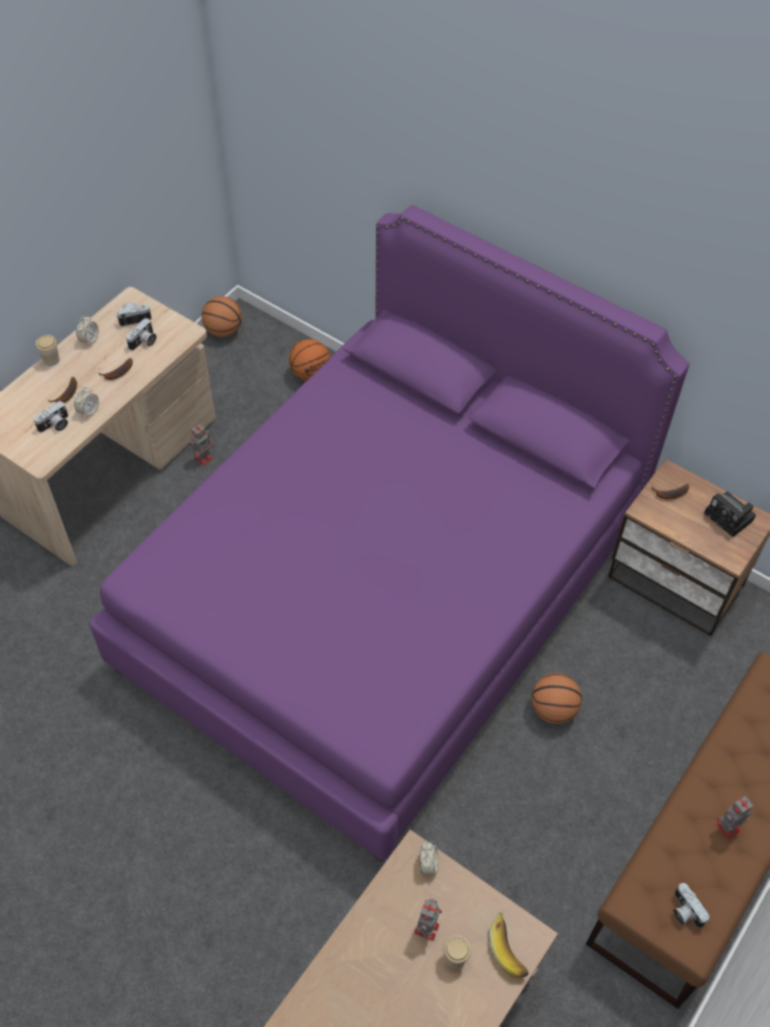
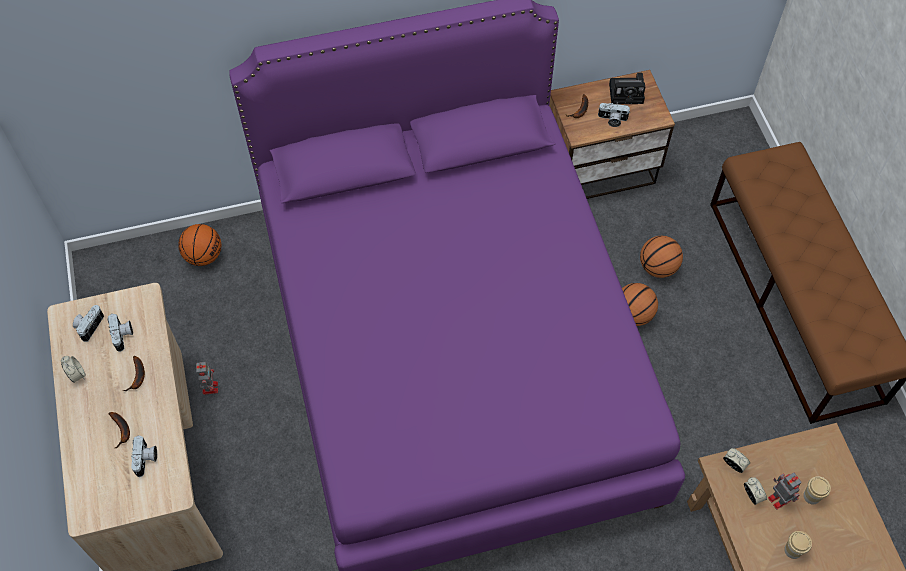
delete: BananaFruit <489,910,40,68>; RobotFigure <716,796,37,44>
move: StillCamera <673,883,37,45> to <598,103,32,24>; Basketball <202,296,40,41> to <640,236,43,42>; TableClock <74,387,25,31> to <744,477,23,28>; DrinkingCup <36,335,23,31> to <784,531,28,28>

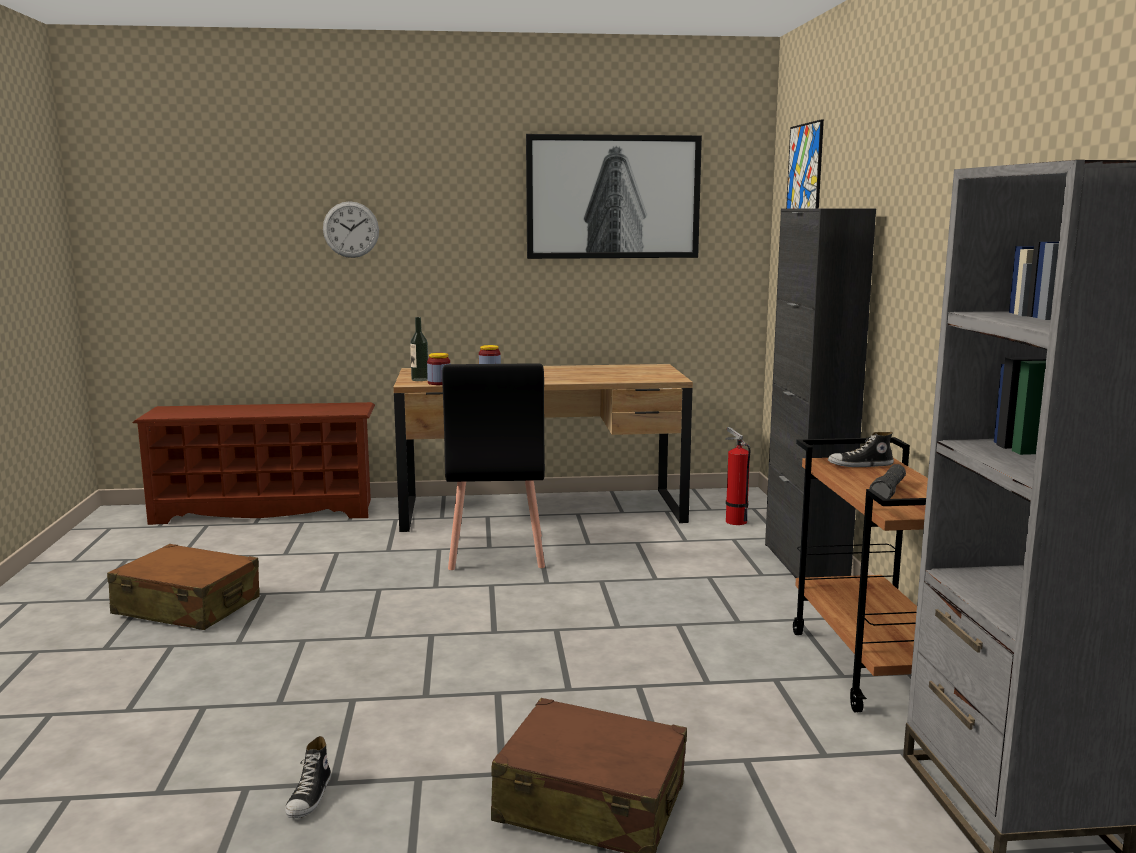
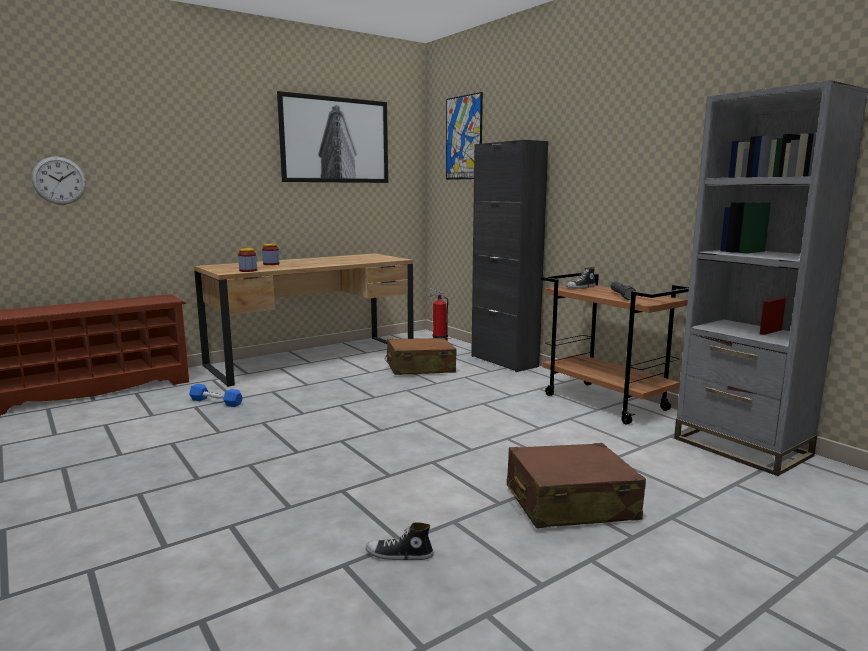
delete: Bottle <410,317,18,64>; BlackColouredPlainChair <442,363,103,207>
insert: BlueColouredDumbbell <189,384,54,23>
move: ClockOnTheWall <323,201,56,57> to <31,156,55,49>; BrownColouredTravelCase <107,544,153,86> to <384,338,73,37>
rotate: Shoe <285,736,46,82> = <366,522,68,38> 120 degrees clockwise

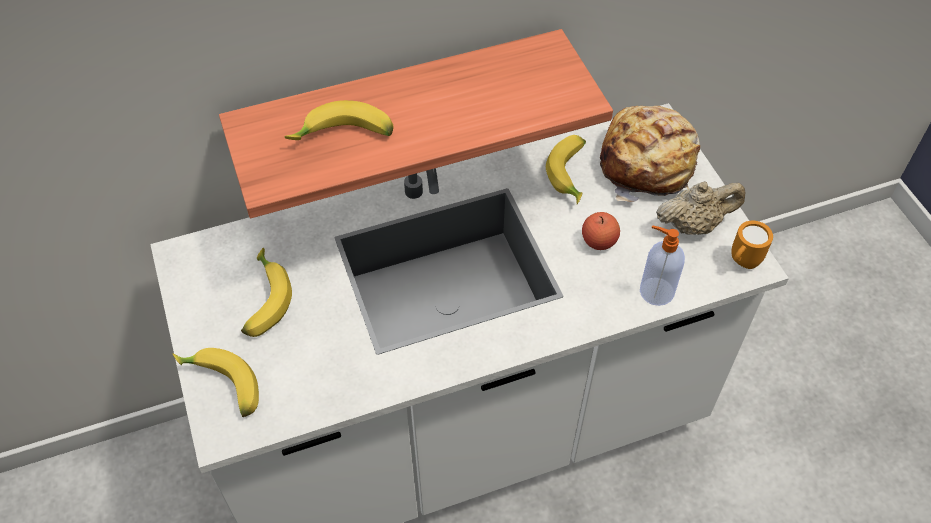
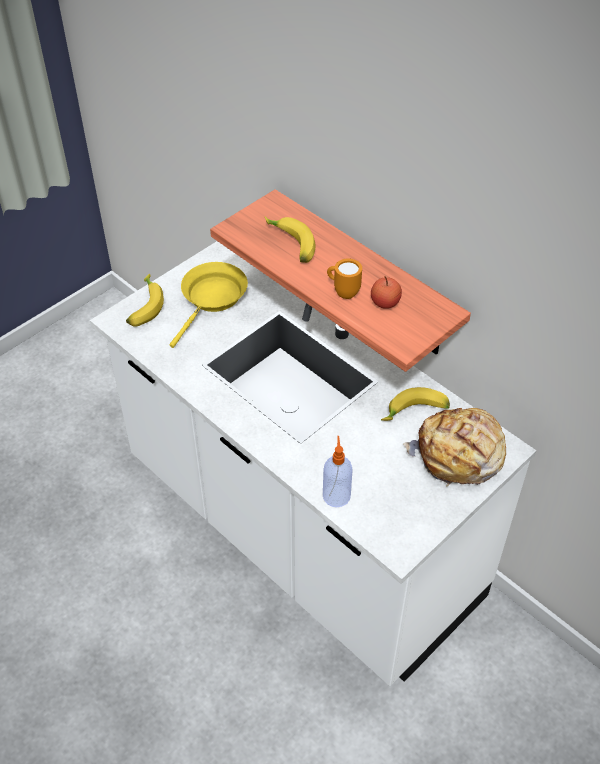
delete: BeigeColouredTeapot <656,181,89,54>
move: OrangeColouredTeaMug <731,221,42,48> to <327,259,35,40>; WholeApple <582,212,38,38> to <371,276,31,33>
replace: BananaFruit <241,248,51,89> to YellowishPan <169,262,79,86>

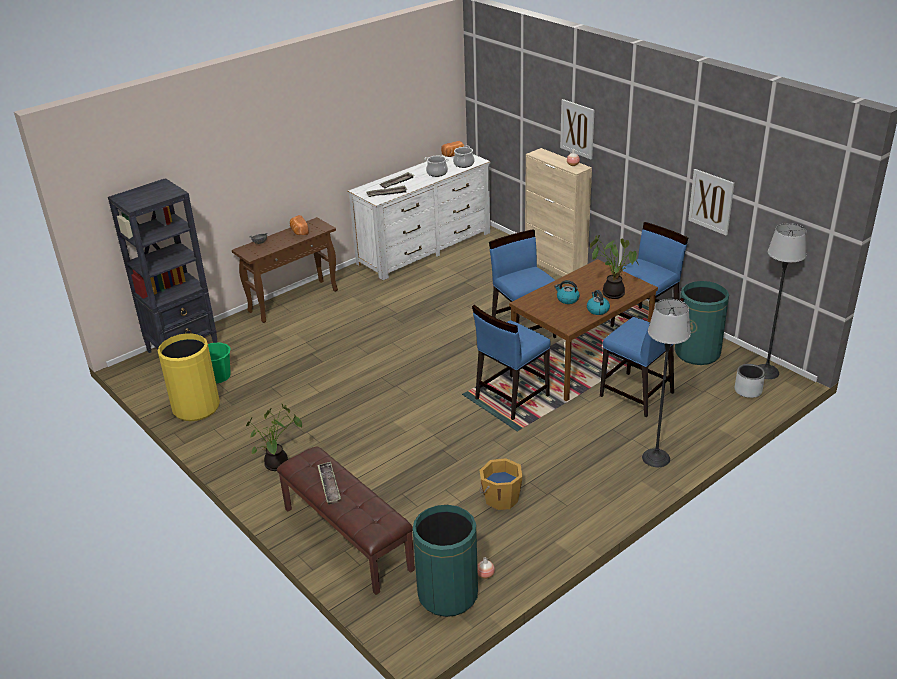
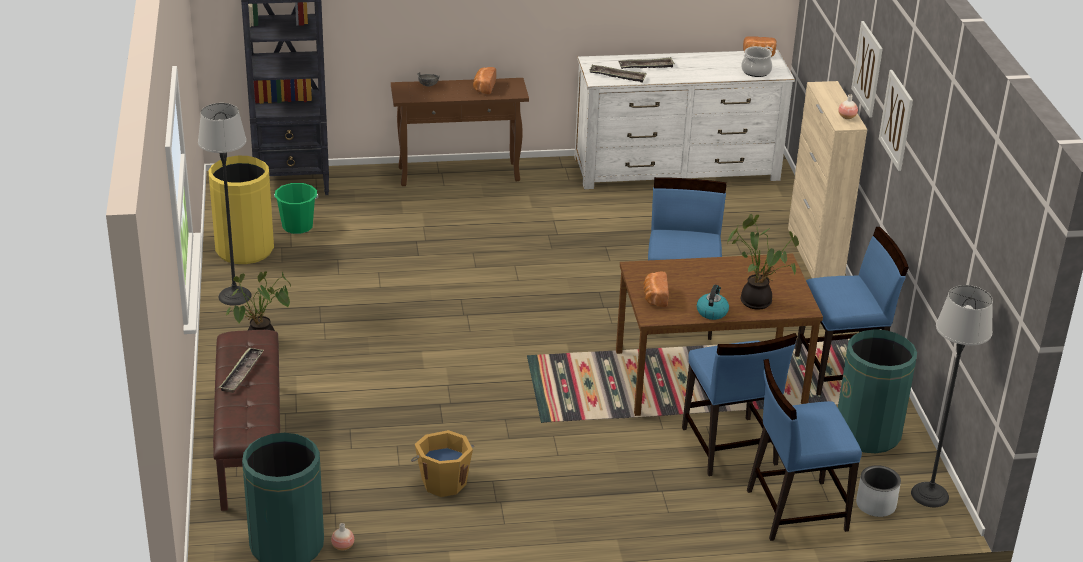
delete: Saucepot <424,156,25,21>; TeaKettle <554,280,26,24>
insert: Bread <644,271,25,36>
move: StandardLamp <642,299,49,168> to <198,103,54,203>; BlueColouredPlainChair <472,305,79,115> to <747,359,115,182>; Picture <688,169,46,67> to <879,70,34,101>

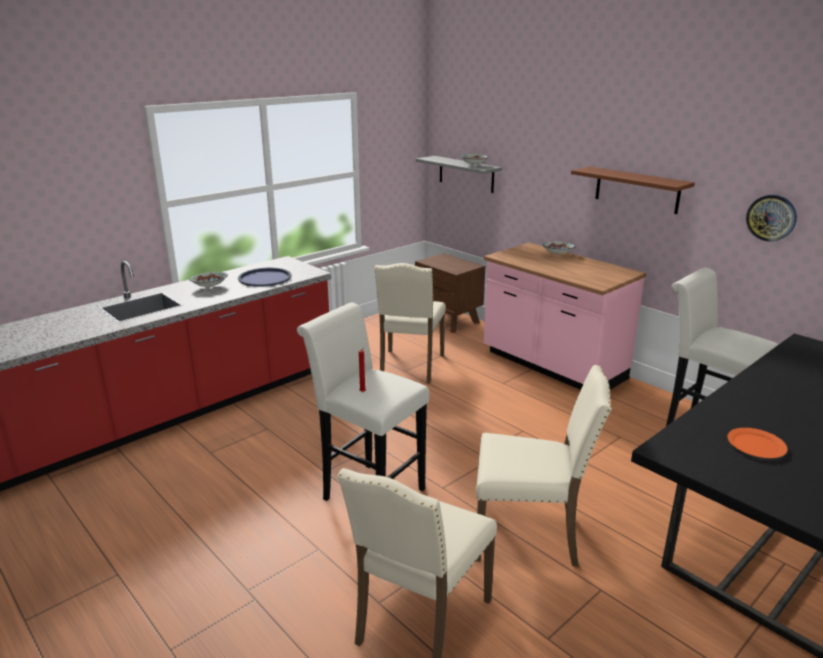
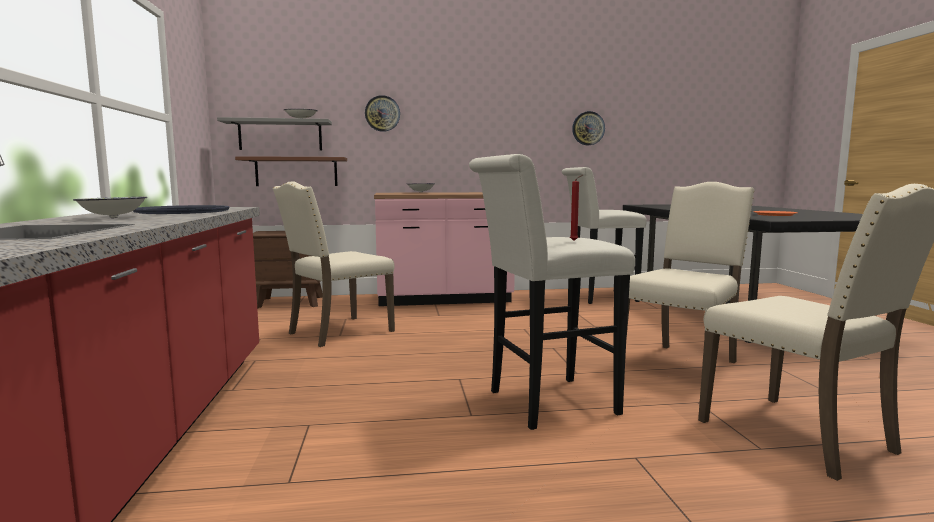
insert: ClockOnTheWall <365,95,35,37>
move: BrownColouredWallShelf <571,167,124,47> to <235,156,112,30>
rotate: BeigeColouredPlainChair <375,263,71,121> = <272,181,123,166> 90 degrees clockwise

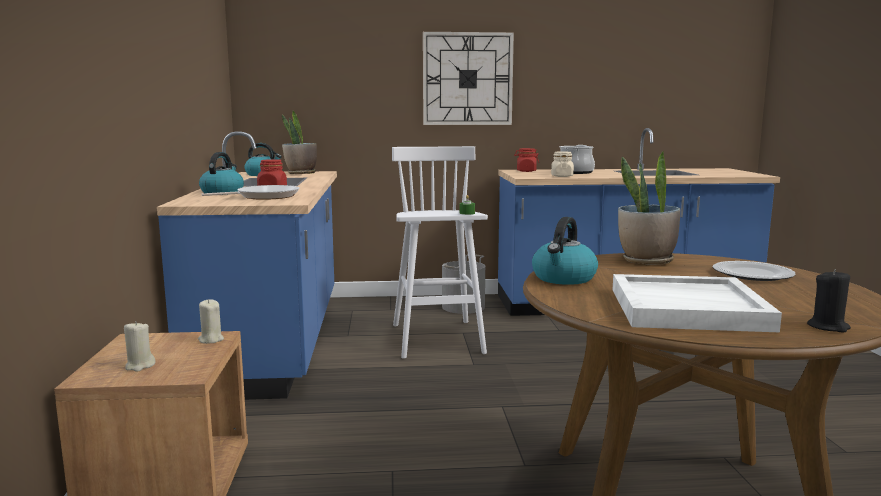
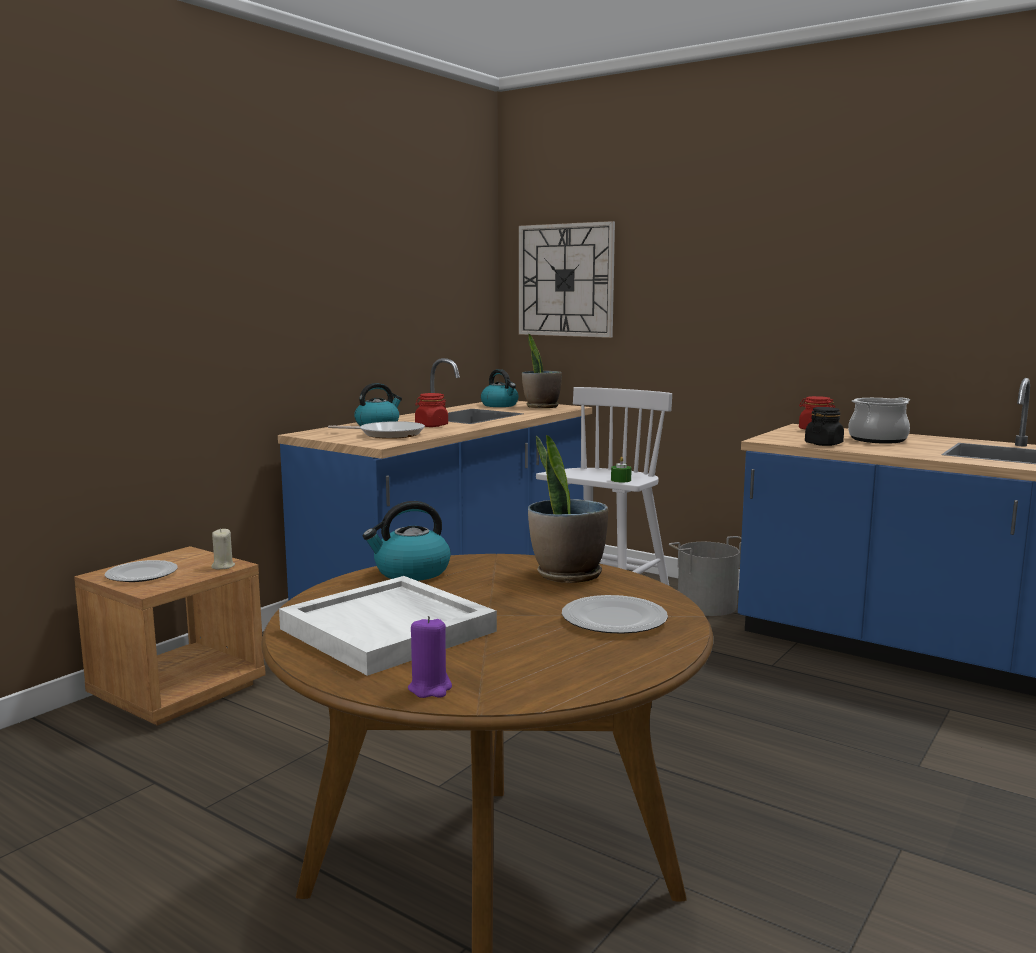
move: ClockOnTheWall <423,32,91,93> to <519,221,96,117>
replace: BeigeColouredWaxCandle <124,321,32,51> to DinnerPlate <105,560,73,22>
recolor: BlackColouredWaxCandle <807,269,44,63> to PurplishWaxCandle <408,616,44,82>; BeigeColouredPreserveJar <551,151,23,26> to BlackColouredPreserveJar <805,407,39,39>

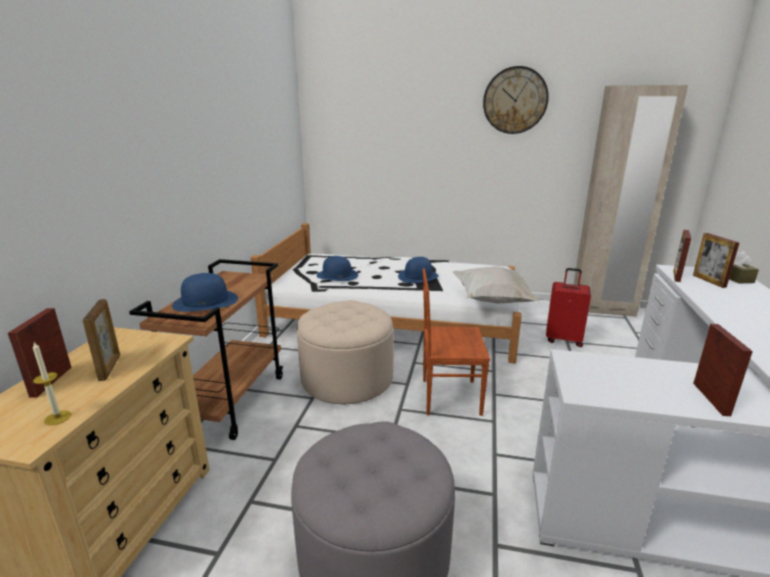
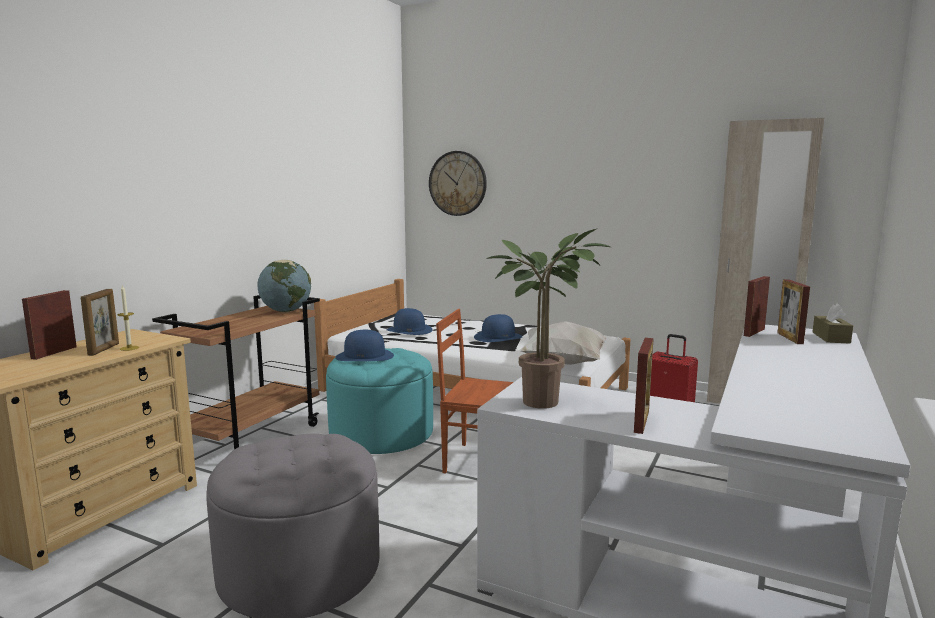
insert: WorldGlobe <257,260,54,52>; Houseplant <486,228,124,181>
move: WaxCandle <33,342,39,83> to <117,284,22,67>; BlueColouredClothingHat <172,273,66,39> to <335,330,59,31>; ClockOnTheWall <483,66,66,68> to <429,151,58,65>
recolor: BeigeColouredPouffe <297,300,97,105> to TurquoiseColouredPouffe <326,348,107,106>

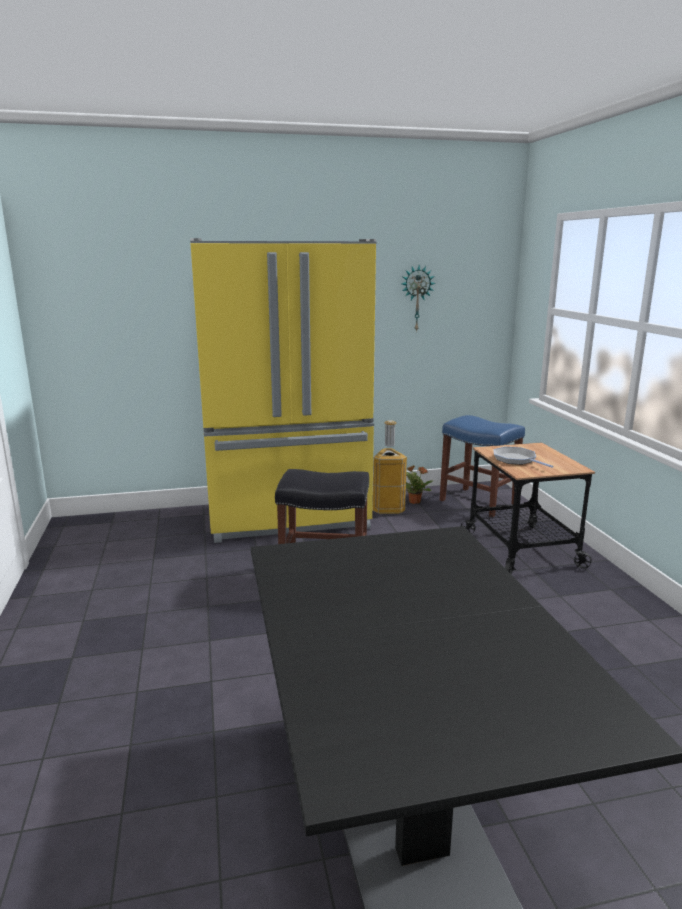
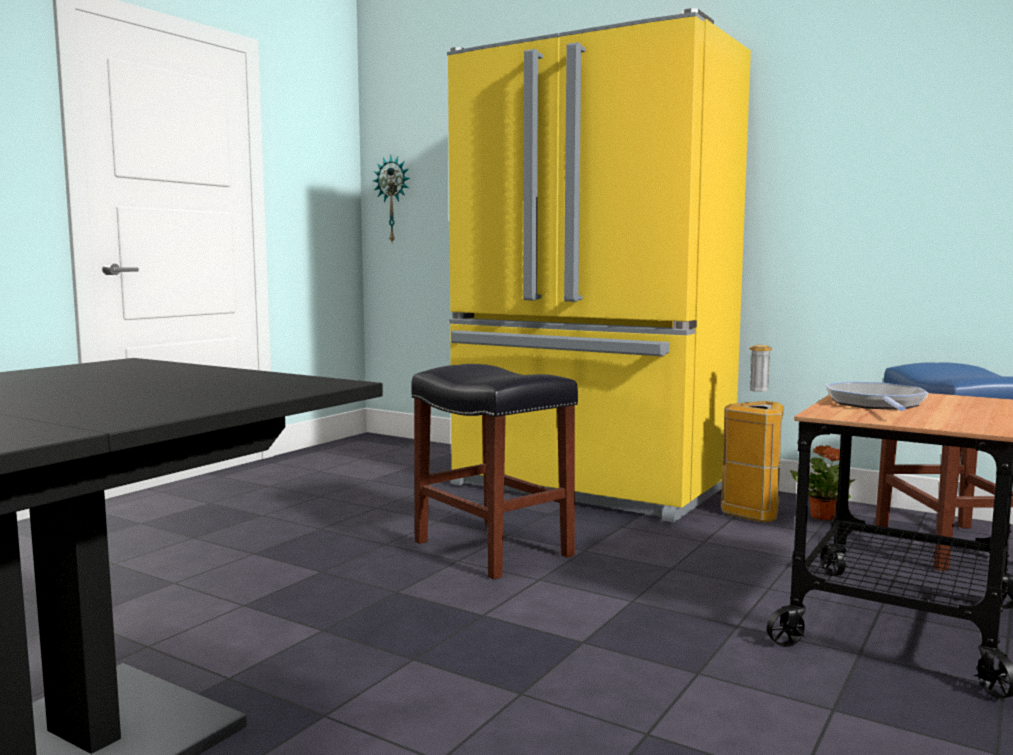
move: ClockOnTheWall <402,265,34,67> to <373,155,37,87>

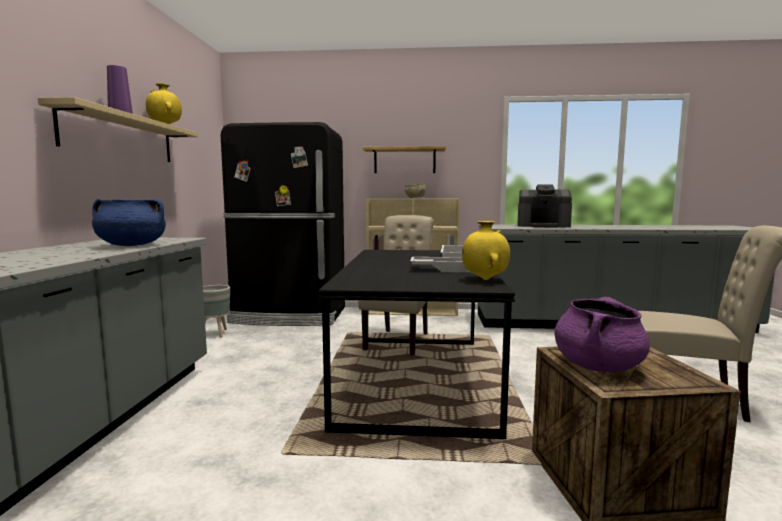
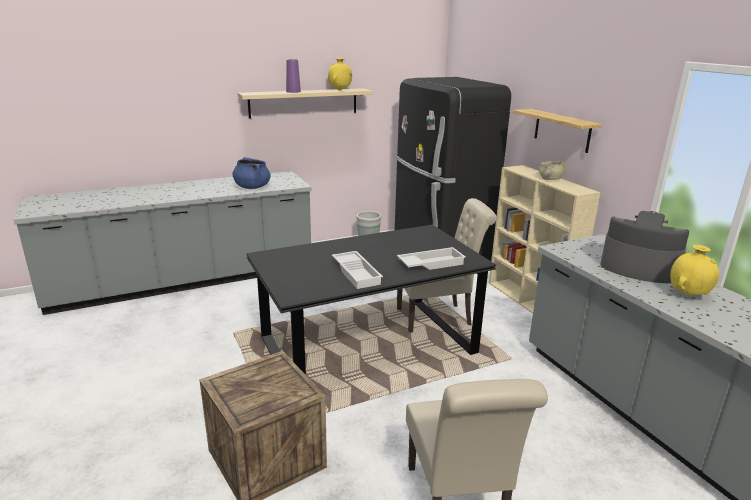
delete: PurplishSaucepot <554,297,96,75>
move: YellowishVase <462,221,48,59> to <670,245,49,51>
rotate: CoffeeMaker <517,184,55,44> = <600,211,89,72> 135 degrees clockwise

